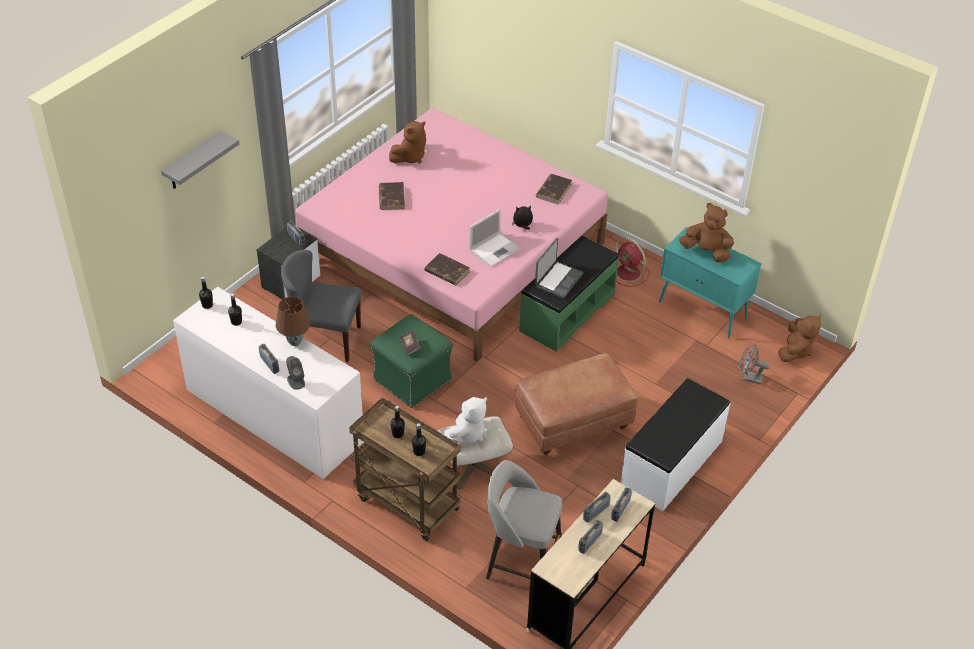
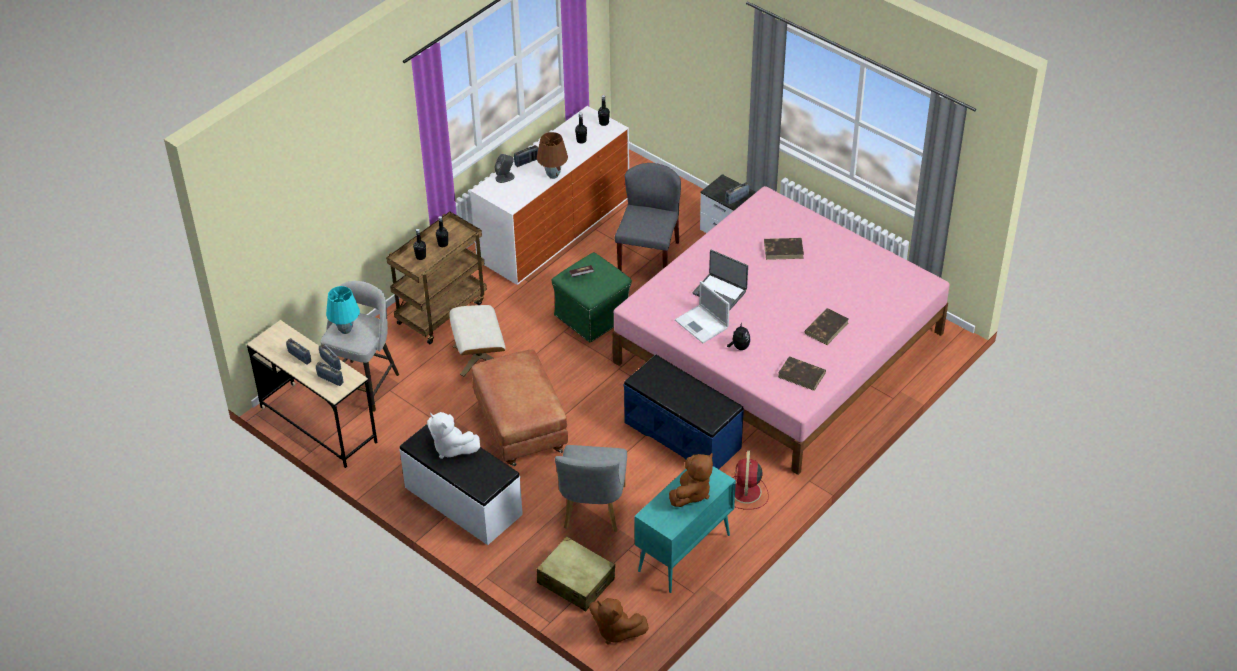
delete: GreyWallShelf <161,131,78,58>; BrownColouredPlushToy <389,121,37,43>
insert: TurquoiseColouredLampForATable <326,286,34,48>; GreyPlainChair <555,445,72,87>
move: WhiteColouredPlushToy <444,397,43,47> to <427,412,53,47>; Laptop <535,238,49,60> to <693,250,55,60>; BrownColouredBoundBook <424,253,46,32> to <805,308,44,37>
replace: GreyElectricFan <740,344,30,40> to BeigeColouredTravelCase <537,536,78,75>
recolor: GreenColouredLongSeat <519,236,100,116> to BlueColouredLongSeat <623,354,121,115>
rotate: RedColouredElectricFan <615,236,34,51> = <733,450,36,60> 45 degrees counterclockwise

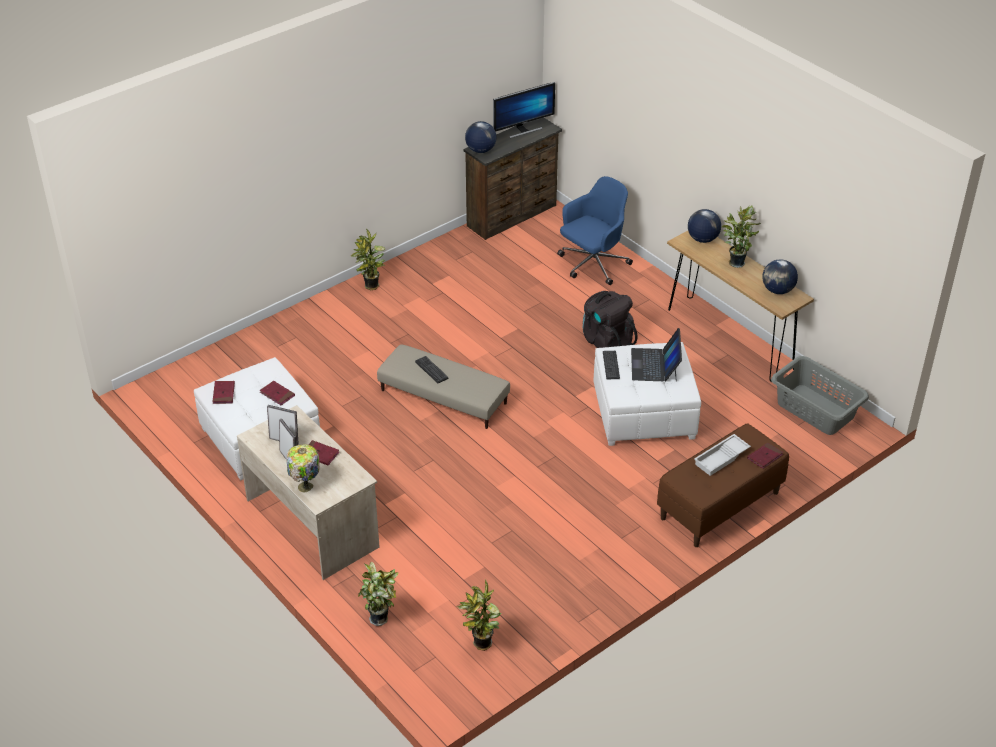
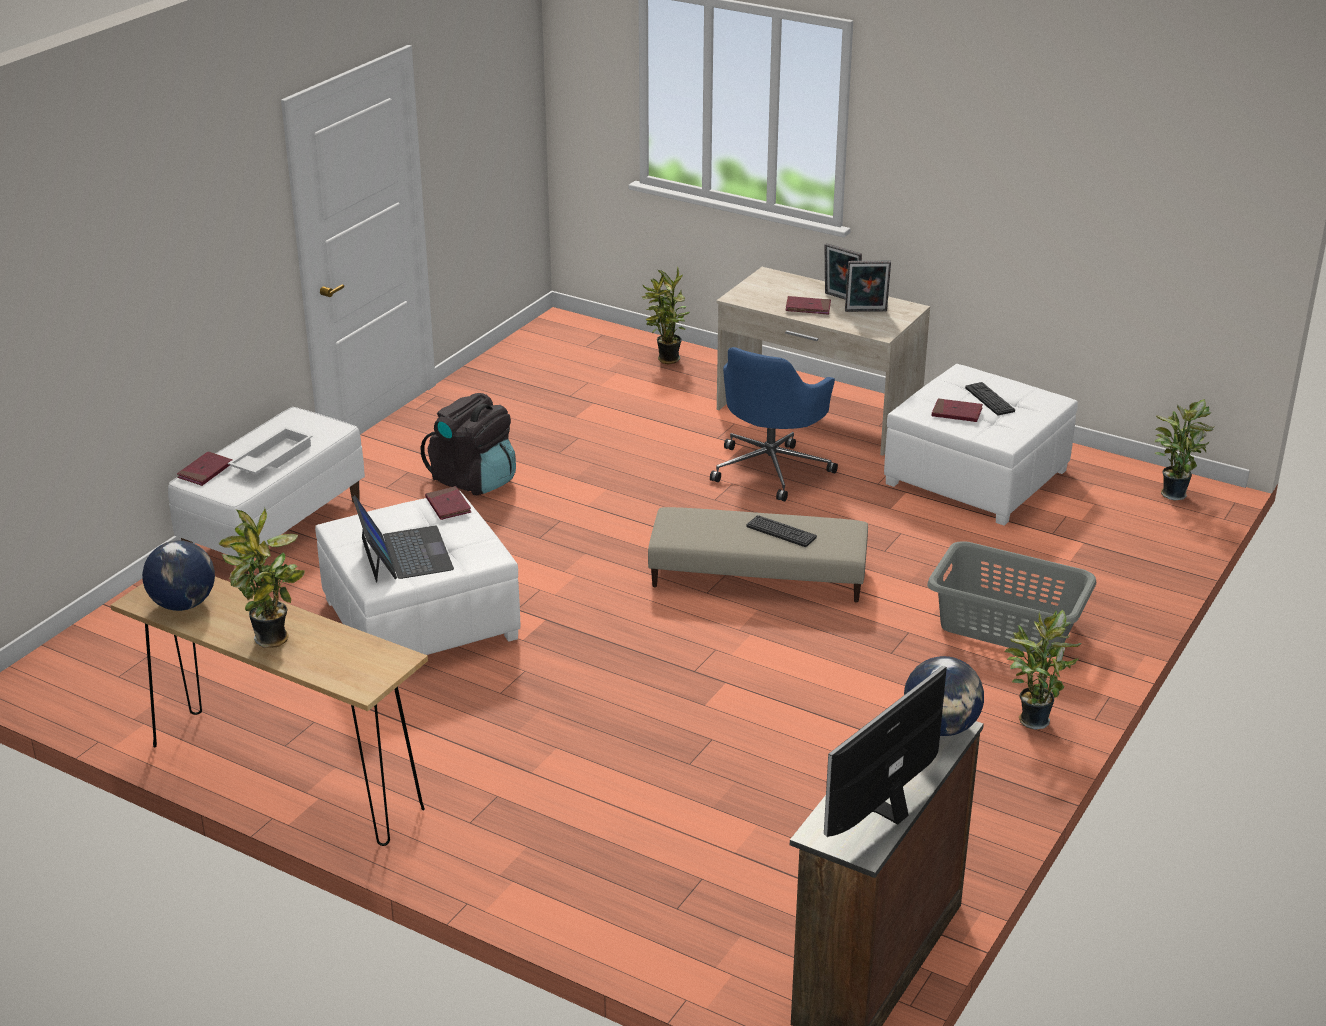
delete: LampForATable <286,444,34,49>; WorldGlobe <688,209,33,34>
move: BlackColouredRucksack <583,291,54,57> to <421,393,95,102>; RedColouredBoundBook <213,381,22,23> to <425,486,46,34>; BlueColouredComputerChair <557,176,76,109> to <710,347,128,154>; GreyLaundryBasket <771,356,98,79> to <927,541,169,116>; ComputerKeyboard <603,351,17,28> to <965,382,50,33>; Houseplant <457,579,44,72> to <1154,399,61,102>
recolor: BrownColouredLongSeat <657,423,132,124> to WhiteColouredLongSeat <168,407,197,169>

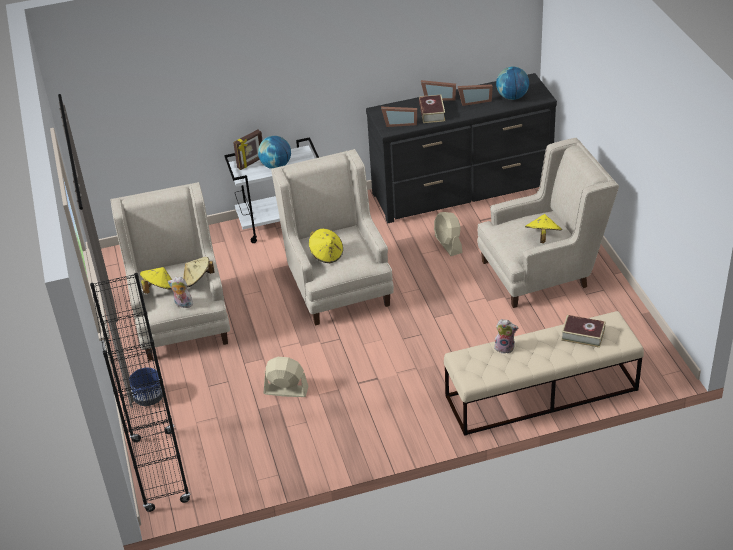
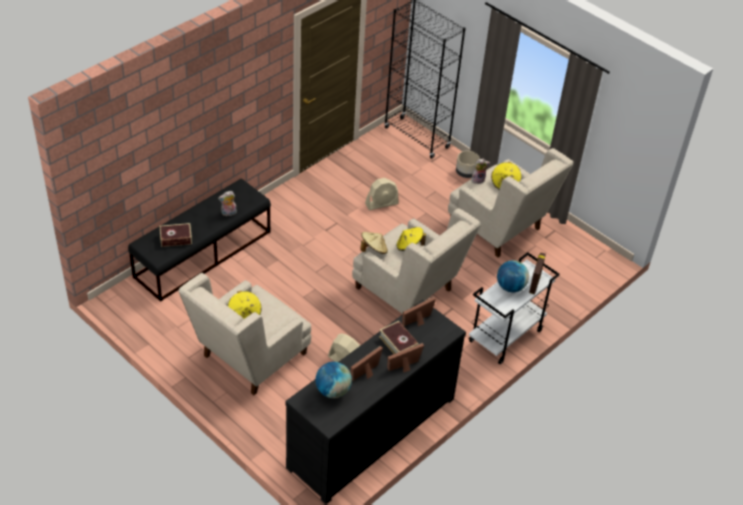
move: BeigeColouredClothingHat <183,257,31,30> to <360,232,28,22>
recolor: BeigeColouredLongSeat <444,311,200,125> to BlackColouredLongSeat <128,179,143,123>; BlueColouredFlowerPot <129,368,34,38> to BeigeColouredFlowerPot <456,151,24,27>

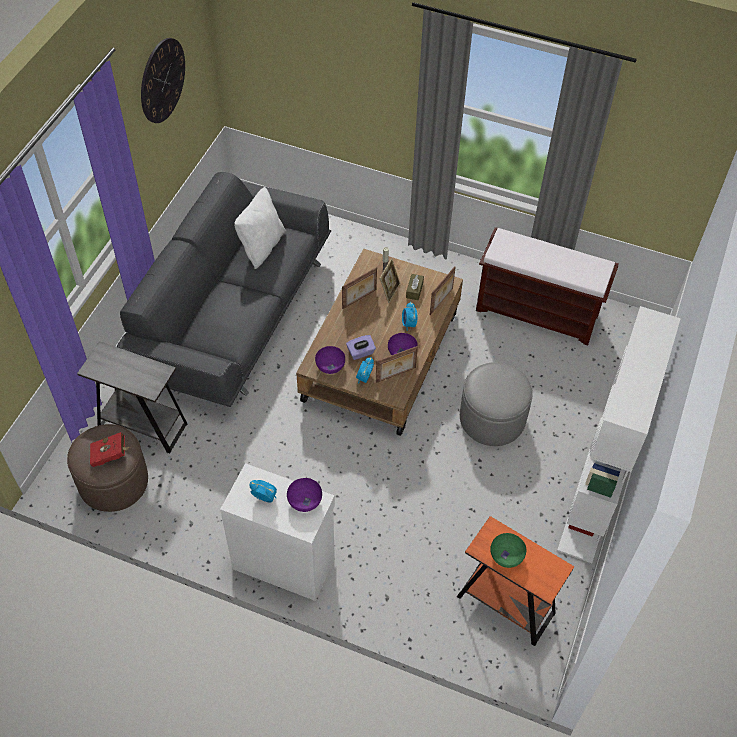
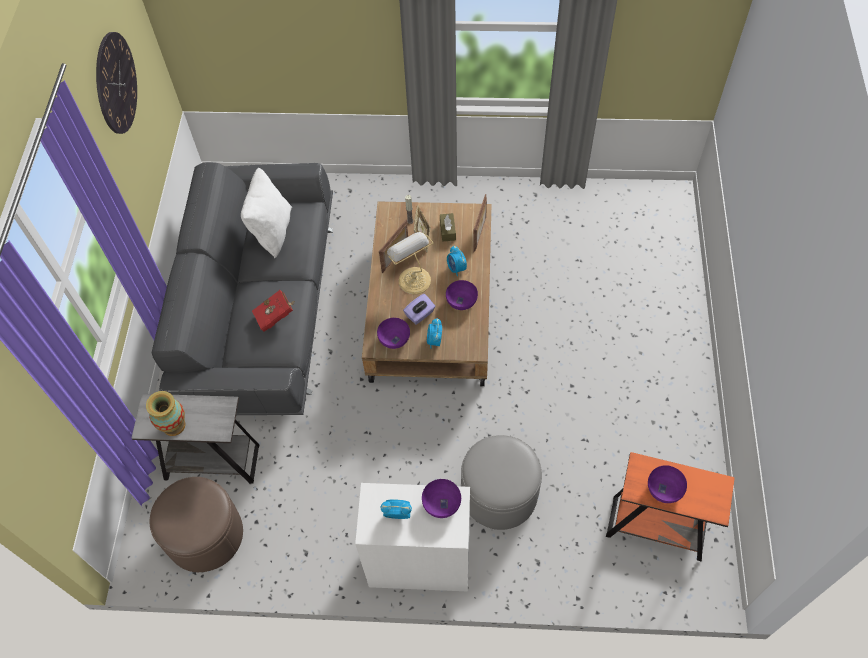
delete: StandingFrame <376,346,42,37>; BrownColouredLongSeat <476,227,143,119>; WhiteColouredBookcase <557,306,124,257>
insert: Vase <146,391,39,45>; LampForATable <387,232,46,62>
move: RedColouredBoundBook <90,432,40,35> to <252,290,43,42>; GreyPouffe <460,362,73,84> to <461,435,81,95>
recolor: GreenColouredServingBowl <490,533,36,35> to PurplishServingBowl <648,465,39,38>

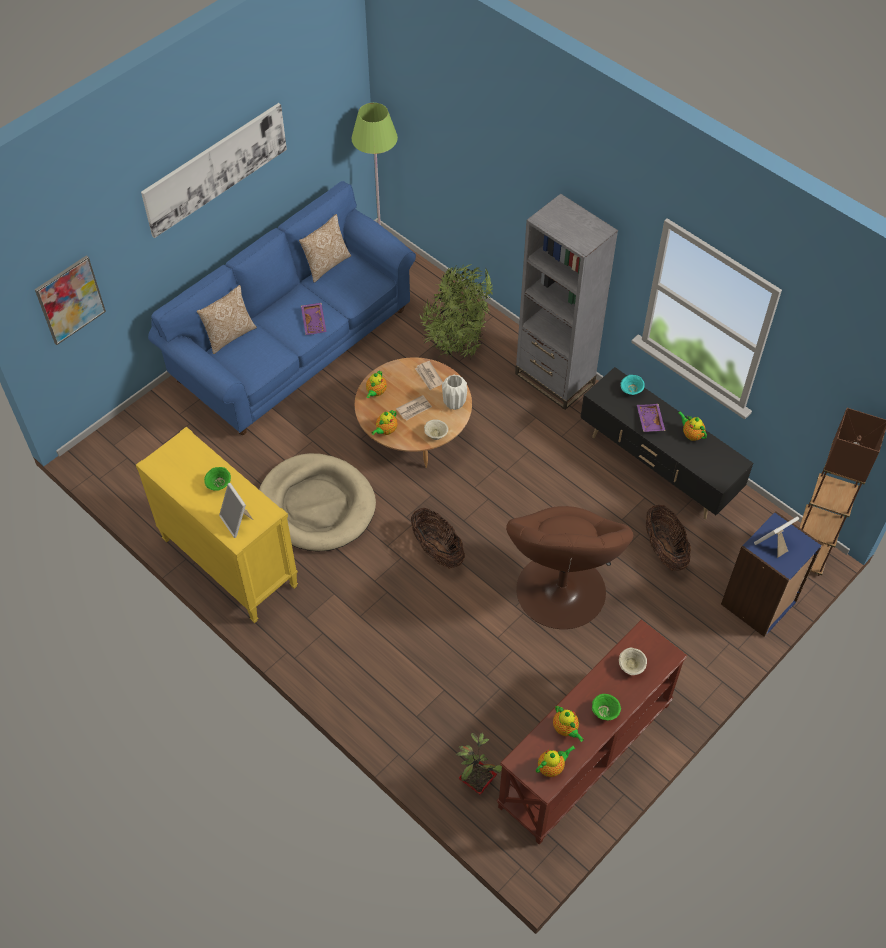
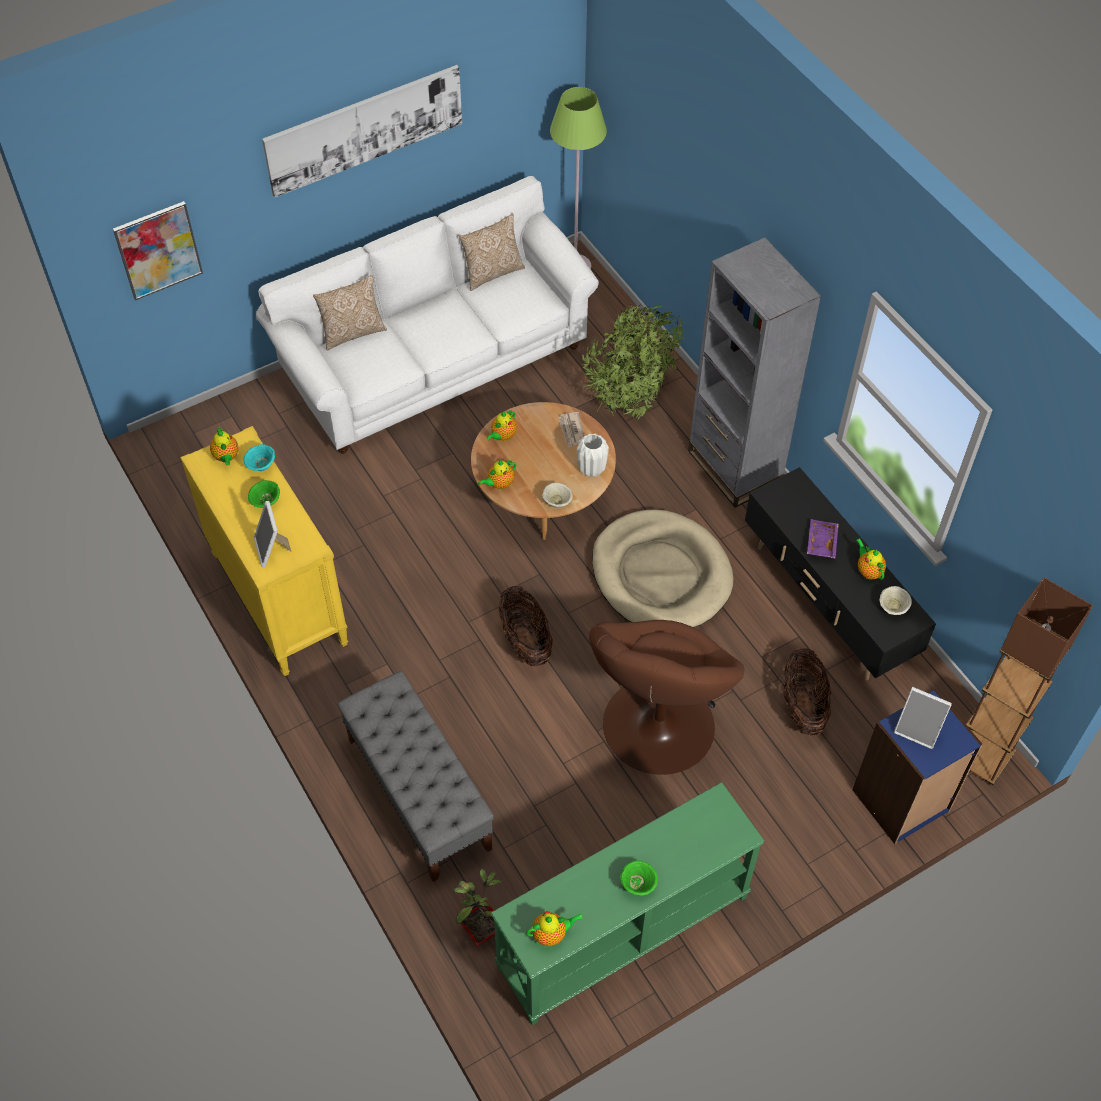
delete: PurplishServingTray <301,303,25,32>; Newspaper <396,395,36,26>
insert: GreyLongSeat <337,671,157,211>
move: Teapot <553,706,31,36> to <210,428,28,37>; TurquoiseColouredServingBowl <621,375,24,20> to <243,444,32,27>; BeigeColouredDogBed <259,453,117,98> to <592,510,142,117>; BeigeColouredServingBowl <619,648,28,27> to <880,586,32,29>
recolor: BlueColouredSettee <148,181,268,254> to WhiteColouredSettee <256,176,343,278>; BrownColouredHallTable <497,620,190,225> to GreenColouredHallTable <491,782,273,243>
rotate: StandingFrame <754,517,45,41> = <894,687,58,62> 135 degrees counterclockwise

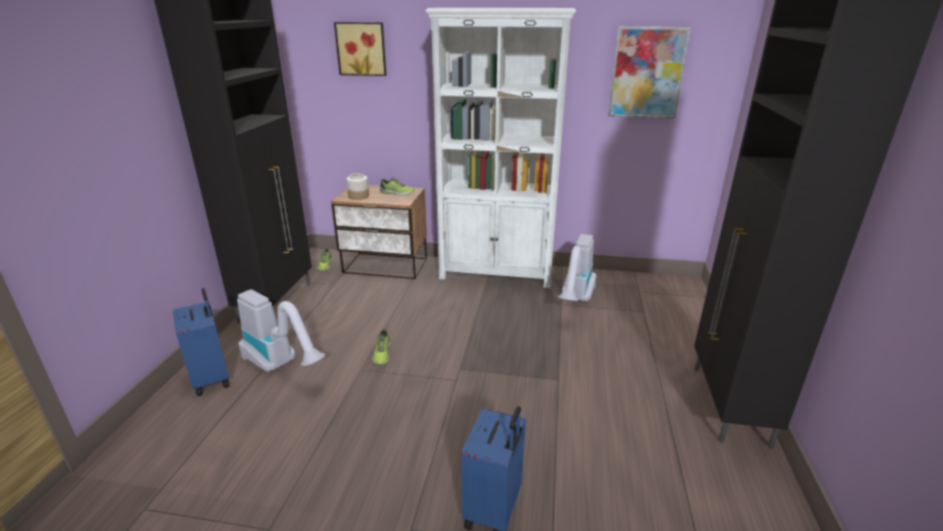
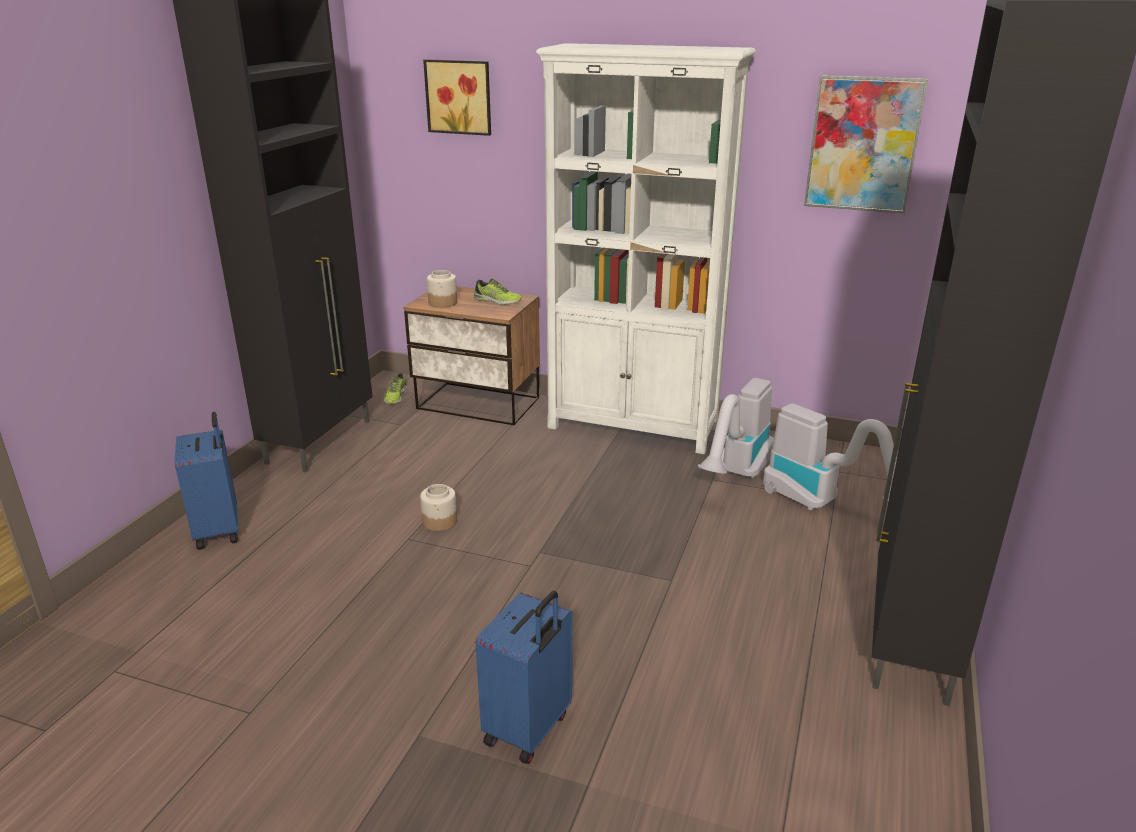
move: Hoover <237,289,88,83> to <763,404,134,106>
replace: Shoe <372,329,18,36> to PreserveJar <420,484,37,47>

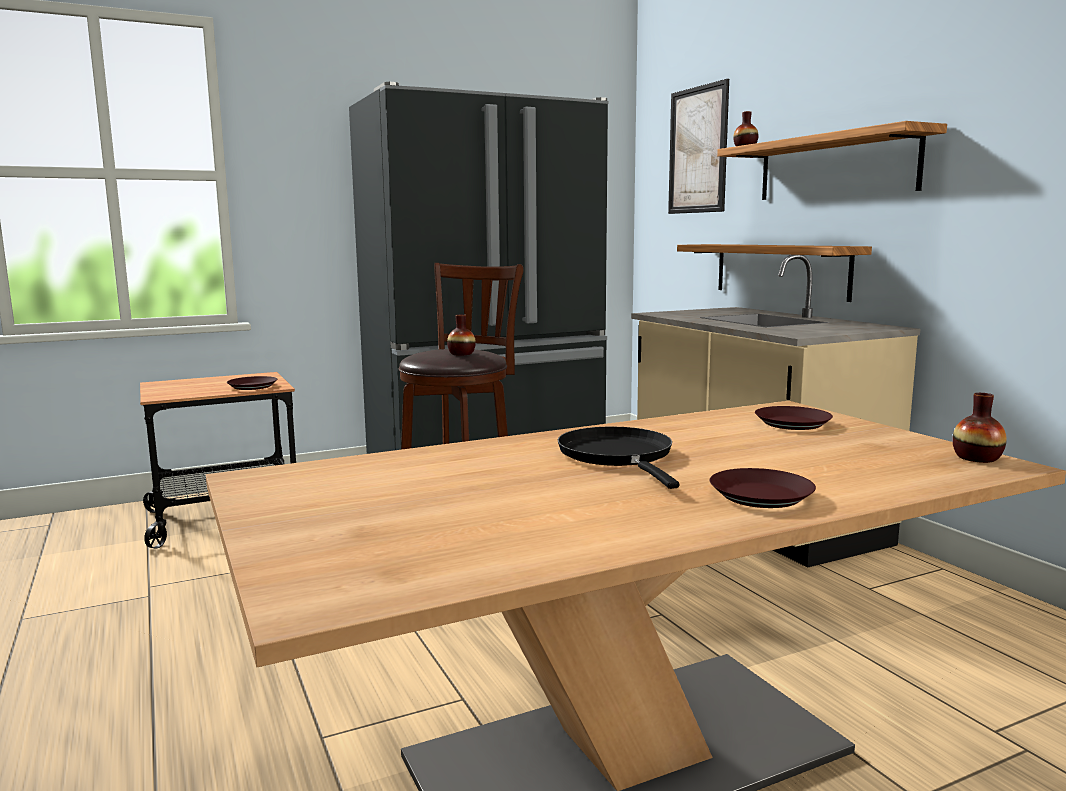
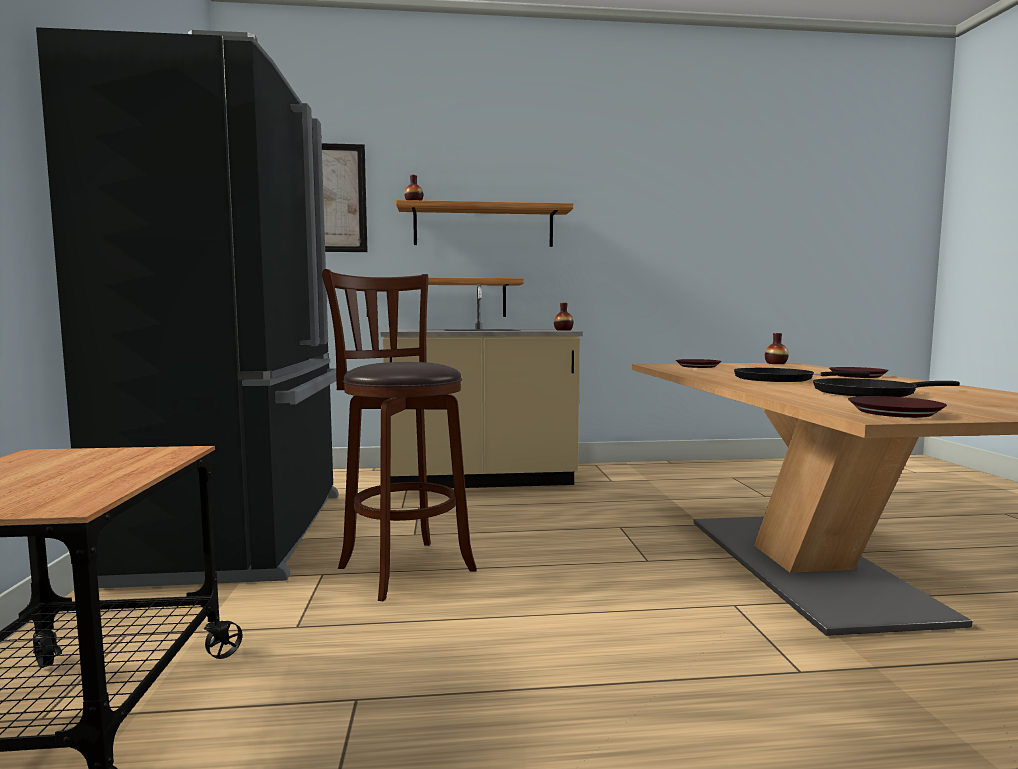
insert: BlackColouredPan <813,378,147,19>
move: Vase <447,314,29,42> to <554,303,20,28>; BrownColouredDinnerPlate <227,376,50,14> to <848,396,99,22>

